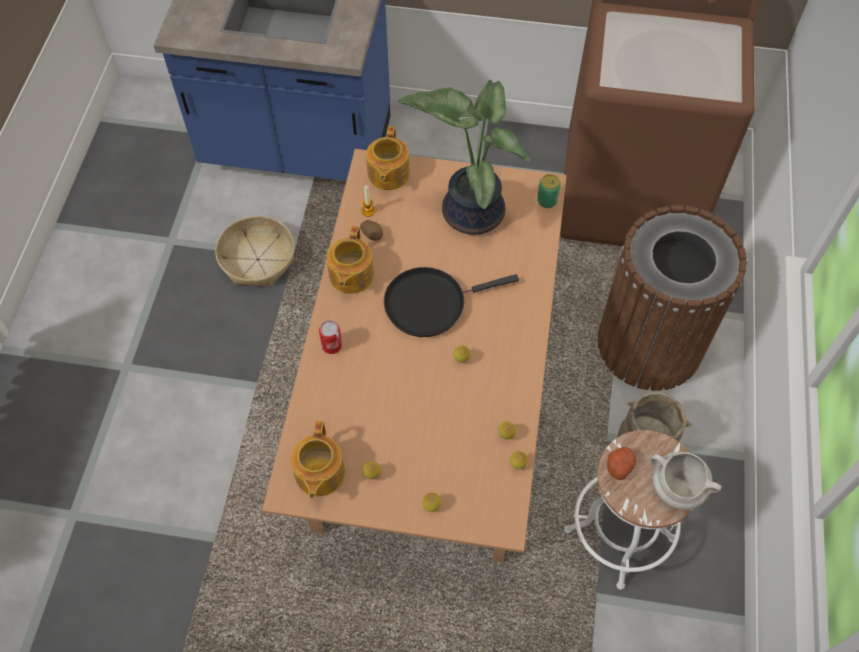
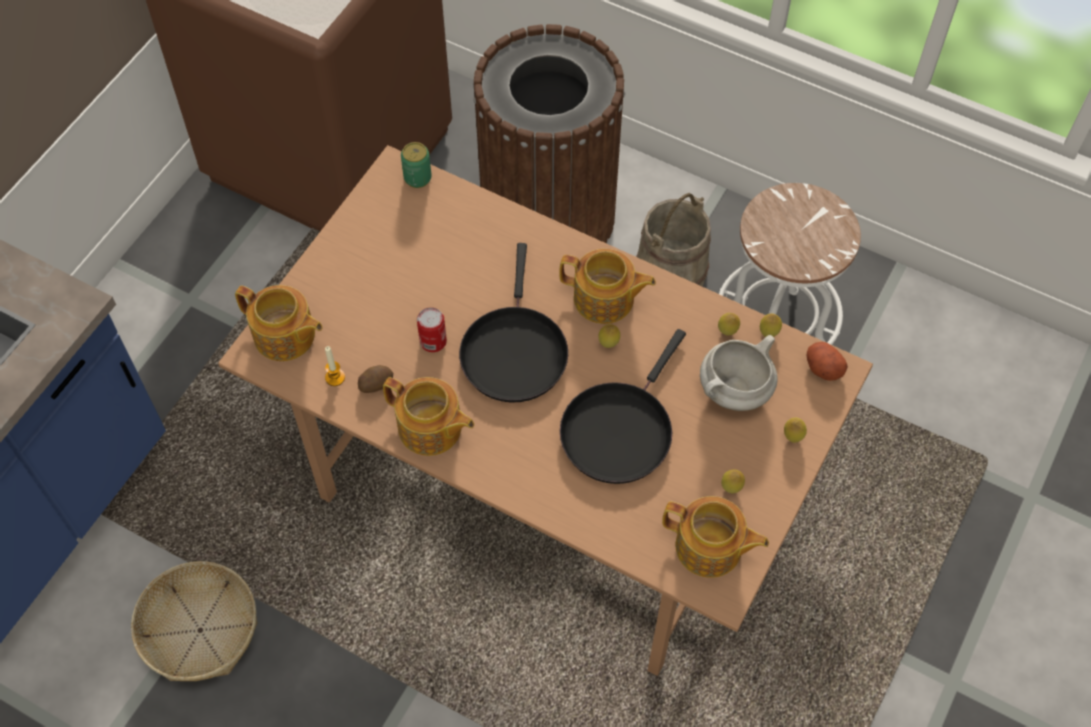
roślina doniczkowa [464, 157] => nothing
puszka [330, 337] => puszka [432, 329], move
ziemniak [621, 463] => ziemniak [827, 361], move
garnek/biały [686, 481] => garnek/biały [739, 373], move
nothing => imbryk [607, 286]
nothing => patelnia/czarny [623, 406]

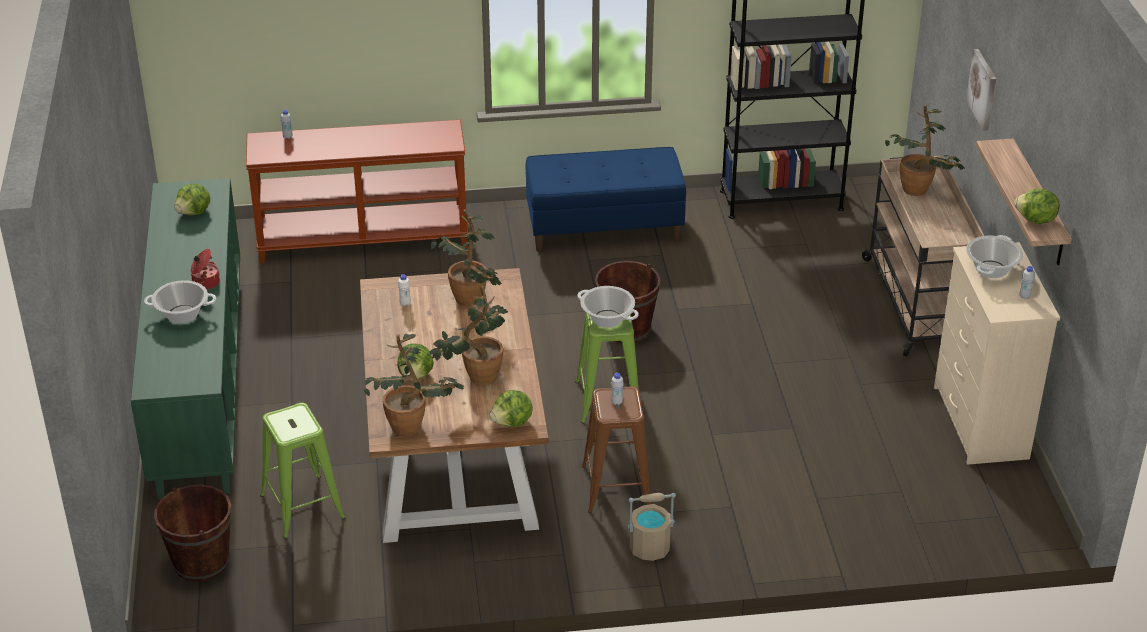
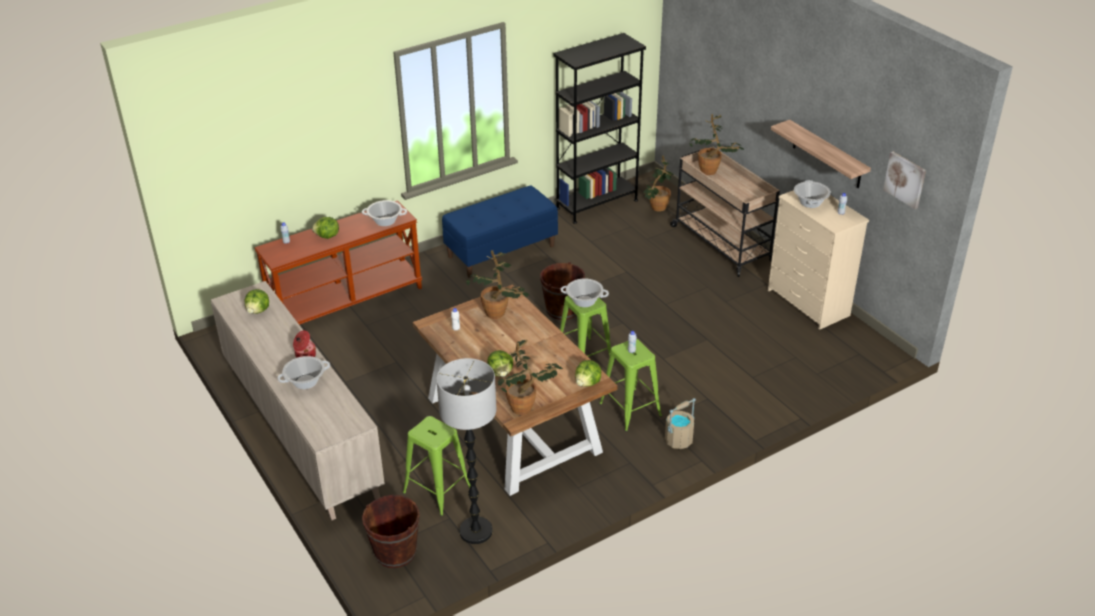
obraz [981, 90] => obraz [904, 180], move
szafka/zielony [185, 338] => szafka/beżowy [298, 400]
sałata [1037, 206] => sałata [325, 228], move
roślina doniczkowa [468, 335] => roślina doniczkowa [658, 183], move
stołek/brązowy [616, 449] => stołek/zielony [630, 385]
nothing => garnek [384, 213]
nothing => lampa stojąca [466, 451]

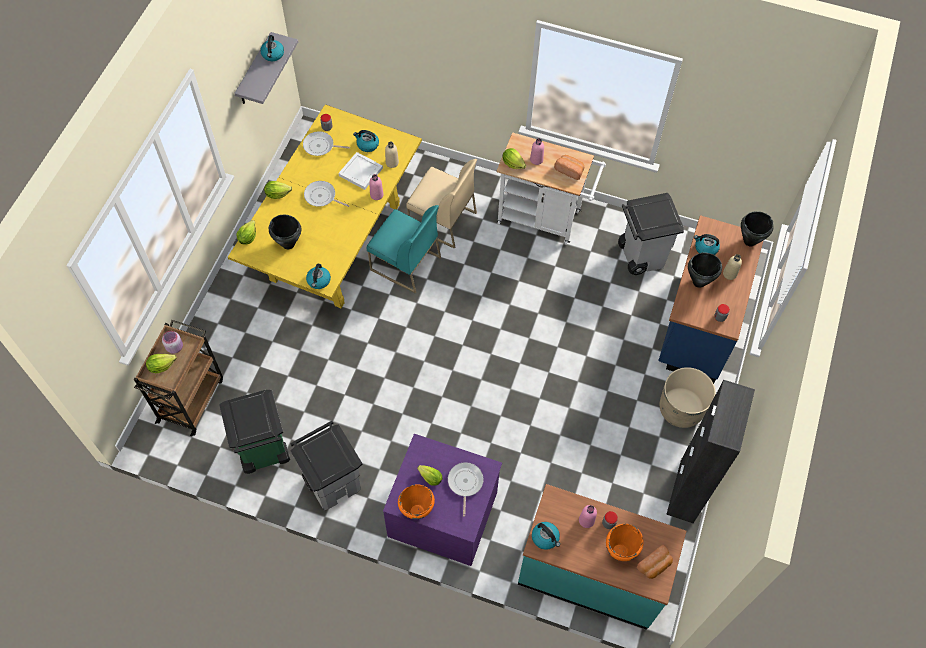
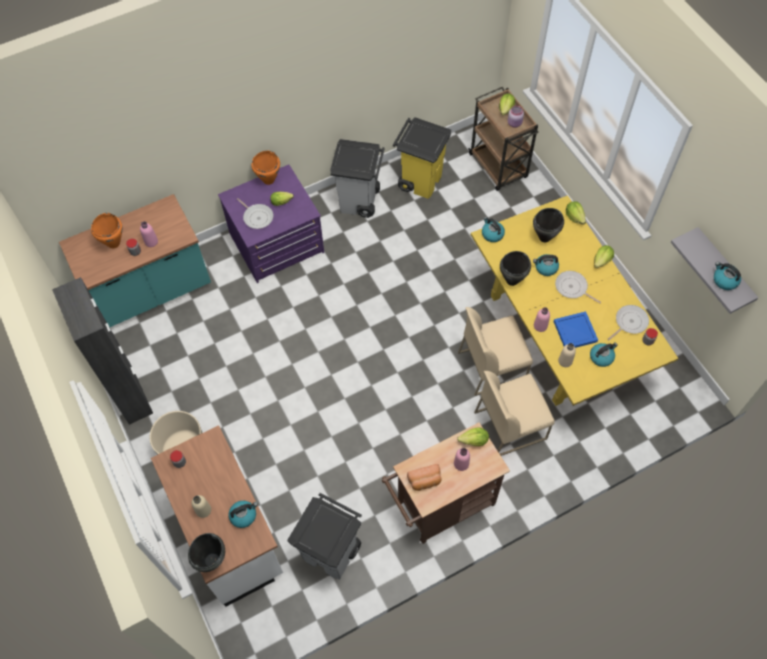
wózek/biały [551, 189] => wózek/brązowy [446, 483]
taca/biały [360, 171] => taca/niebieski [576, 329]
patelnia [327, 194] => patelnia [578, 287], 120 degrees counterclockwise
krzesło/turkusowy [404, 249] => krzesło/beżowy [495, 351]
zabudowa kuchenna/niebieski [711, 299] => zabudowa kuchenna/biały [217, 516]
garnek/czarny [705, 270] => garnek/czarny [515, 268], move
kosz na śmieci/zielony [254, 432] => kosz na śmieci/żółty [422, 158]
czajnik [546, 536] => czajnik [546, 265], move
chleb [655, 562] => nothing

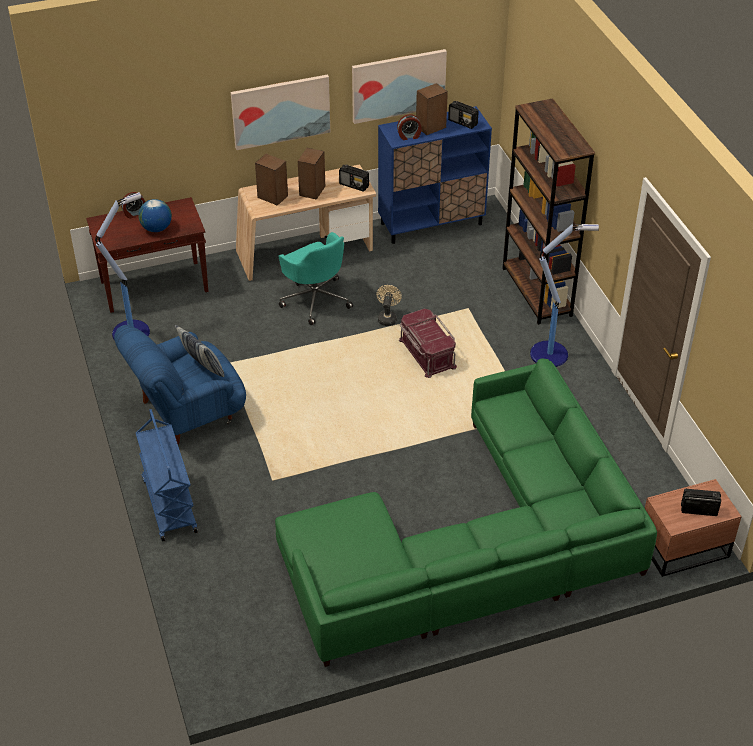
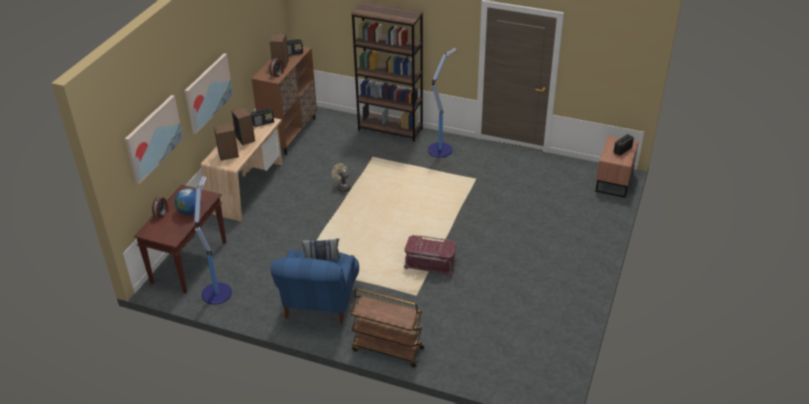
obraz [399, 86] => obraz [154, 139], move
szafka/niebieski [435, 175] => szafka/brązowy [284, 100]
krzesło biurowe/turkusowy [315, 278] => nothing
pojemnik do przechowywania/czerwony [428, 343] => pojemnik do przechowywania/czerwony [430, 256], move
kanapa/zielony [466, 513] => nothing
wózek/niebieski [167, 475] => wózek/brązowy [387, 327]

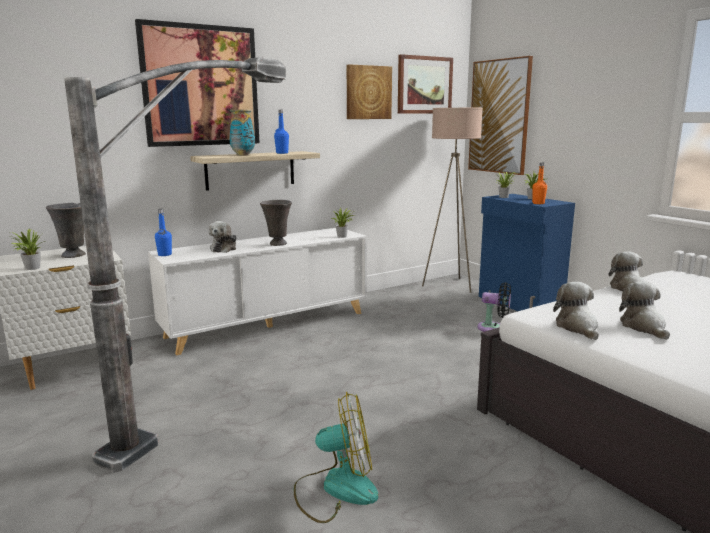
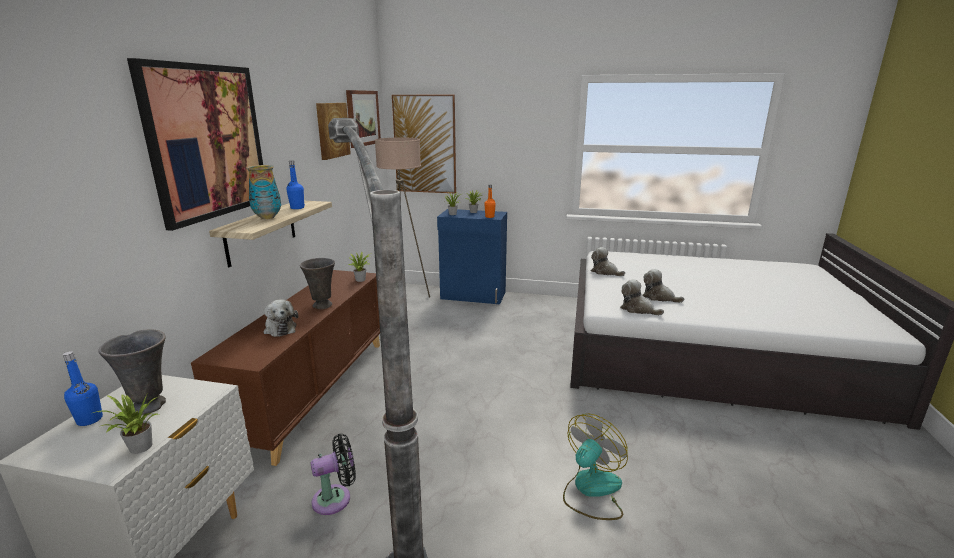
butelka/niebieski [163, 232] => butelka/niebieski [83, 388], move
szafka/biały [257, 292] => szafka/brązowy [285, 368]
wentylator/czarny [494, 307] => wentylator/czarny [333, 474], move

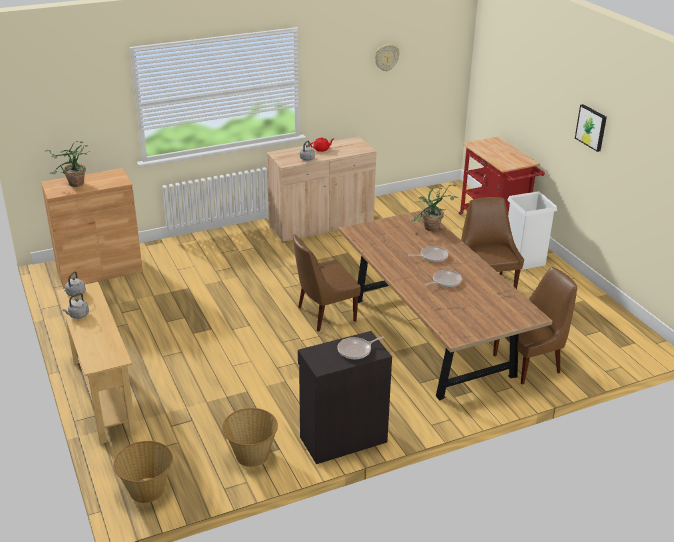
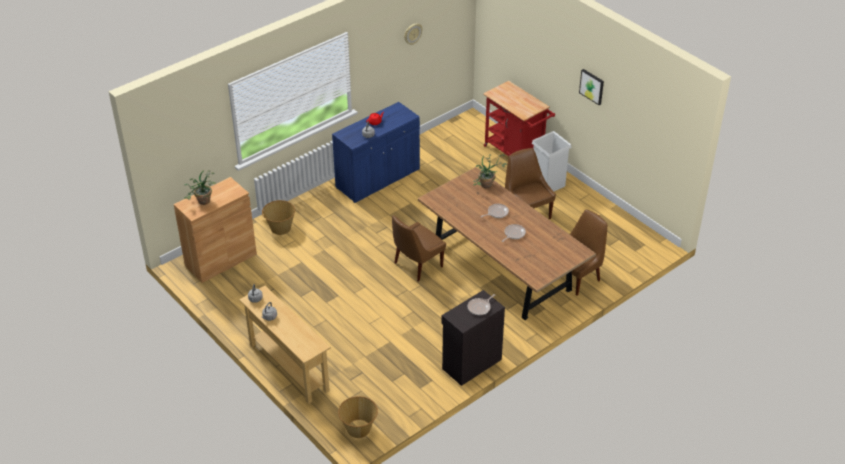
szafka/beżowy [321, 190] => szafka/niebieski [376, 152]
koszyk [250, 437] => koszyk [278, 217], move

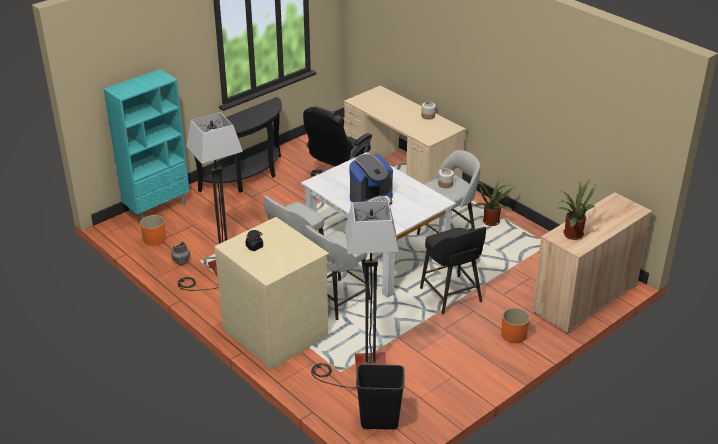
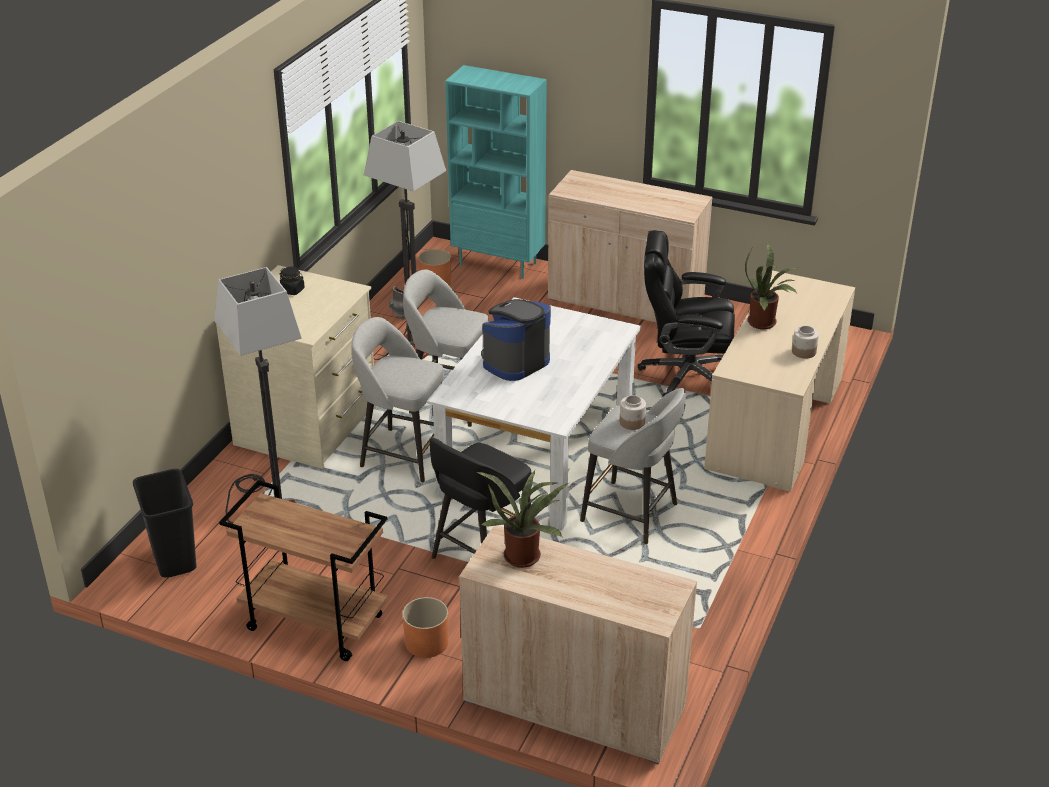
stolik konsolowy/czarny [238, 145] => szafka/beżowy [630, 246]
ekspres do kawy [371, 179] => ekspres do kawy [516, 340], 105 degrees clockwise
roślina doniczkowa [495, 204] => roślina doniczkowa [772, 286], move
nothing => wózek/brązowy [303, 570]

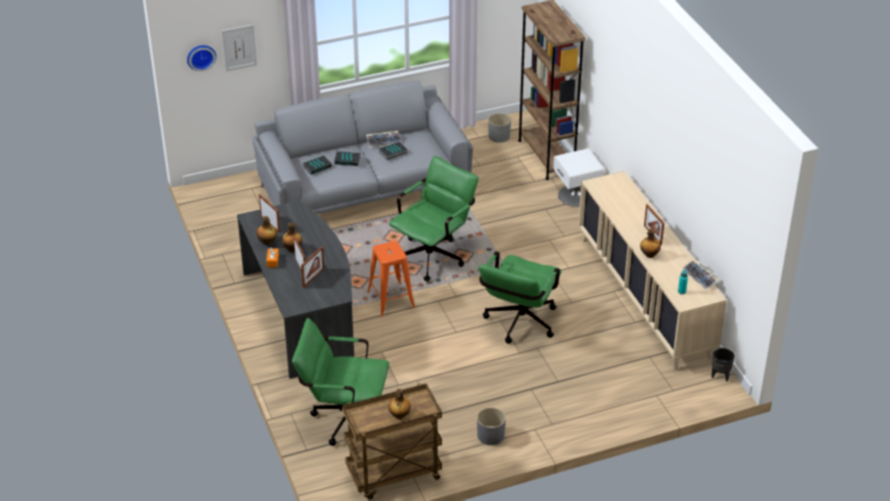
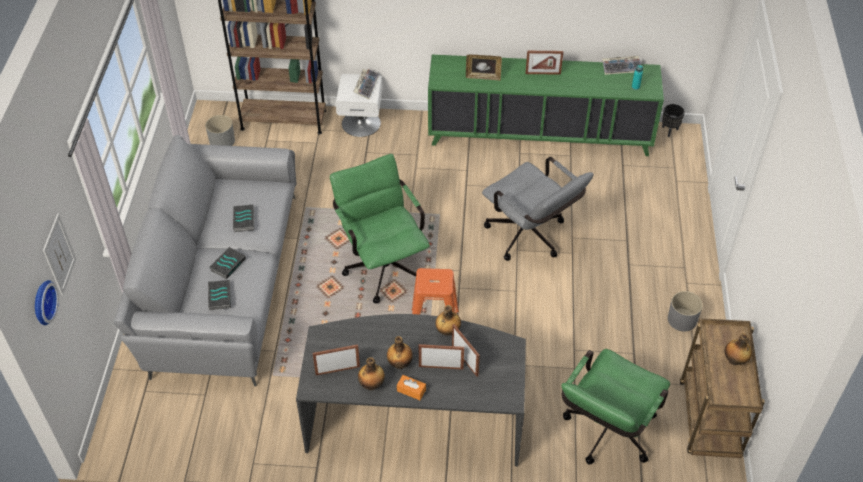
klawiatura [383, 139] => klawiatura [366, 84], move
szafka/beżowy [652, 270] => szafka/zielony [546, 105]
butelka [650, 243] => butelka [448, 320], move
krzesło biurowe/zielony [519, 297] => krzesło biurowe/szary [538, 209]
nothing => ramka na zdjęcie [484, 68]

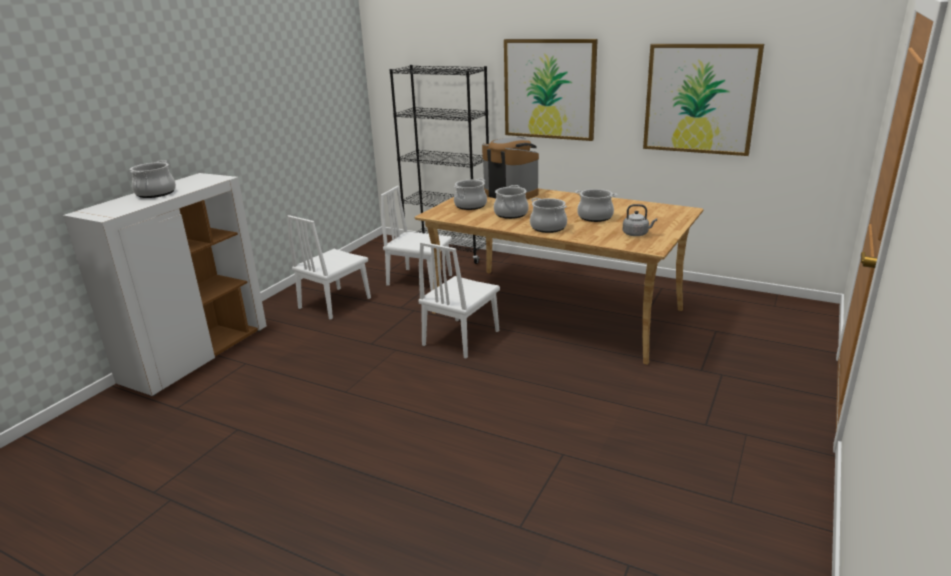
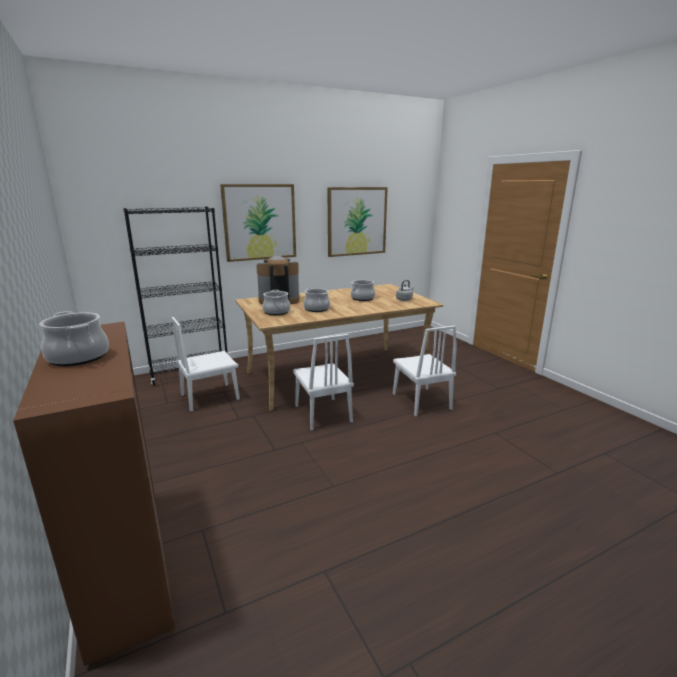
szafka/biały [165, 284] => szafka/brązowy [94, 494]
garnek [548, 215] => nothing
krzesło/biały [329, 267] => krzesło/biały [425, 371], move

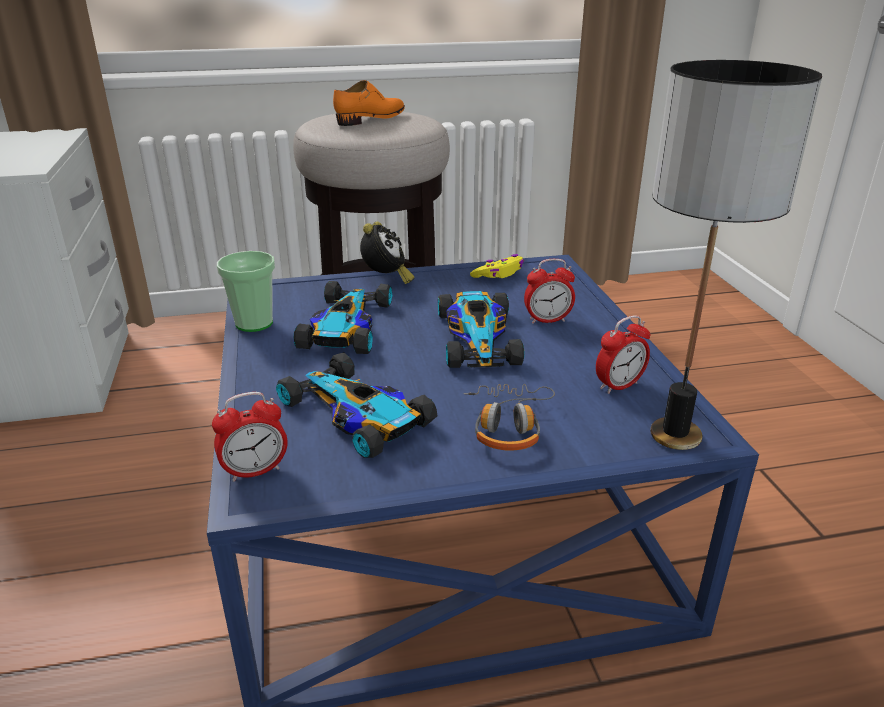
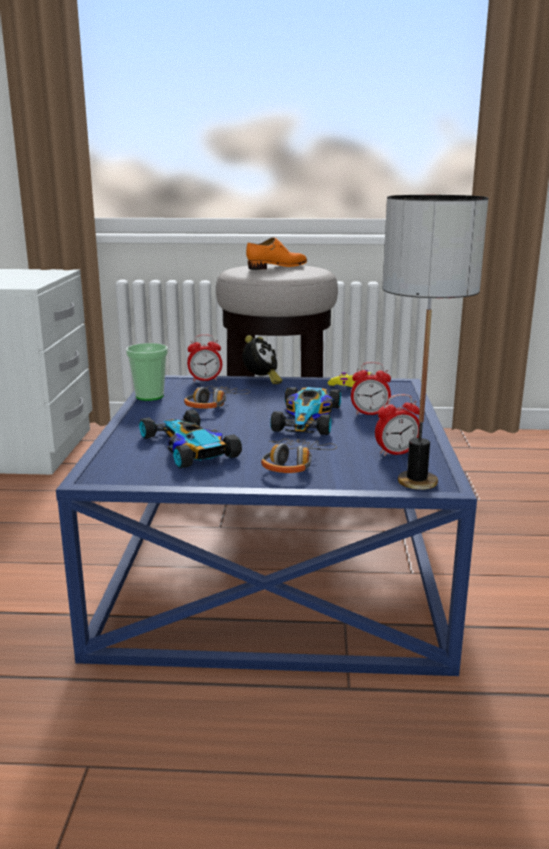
samochodzik [342, 317] => słuchawki [217, 397]
budzik [250, 437] => budzik [204, 358], move

